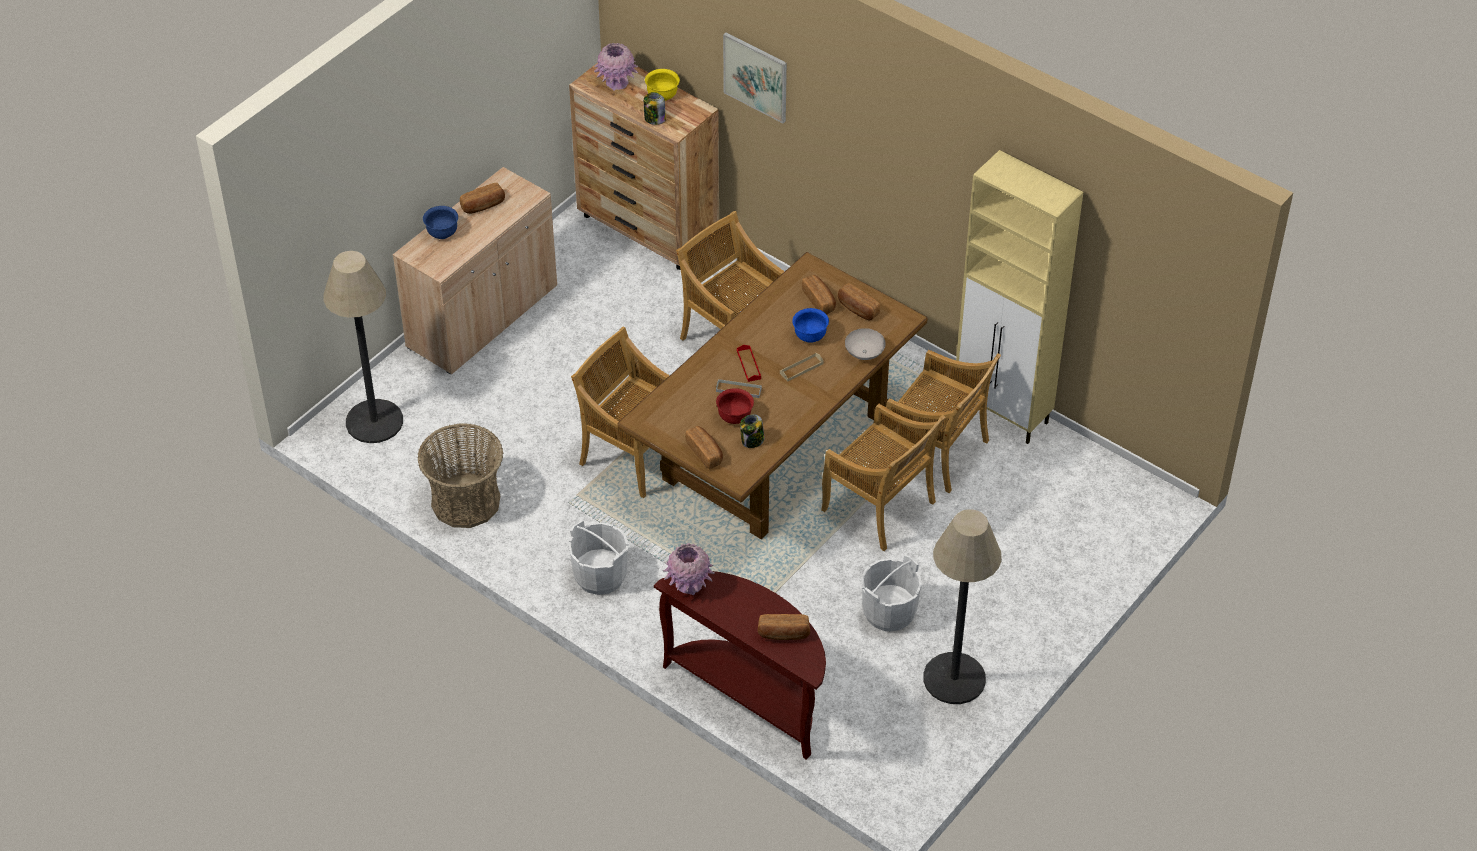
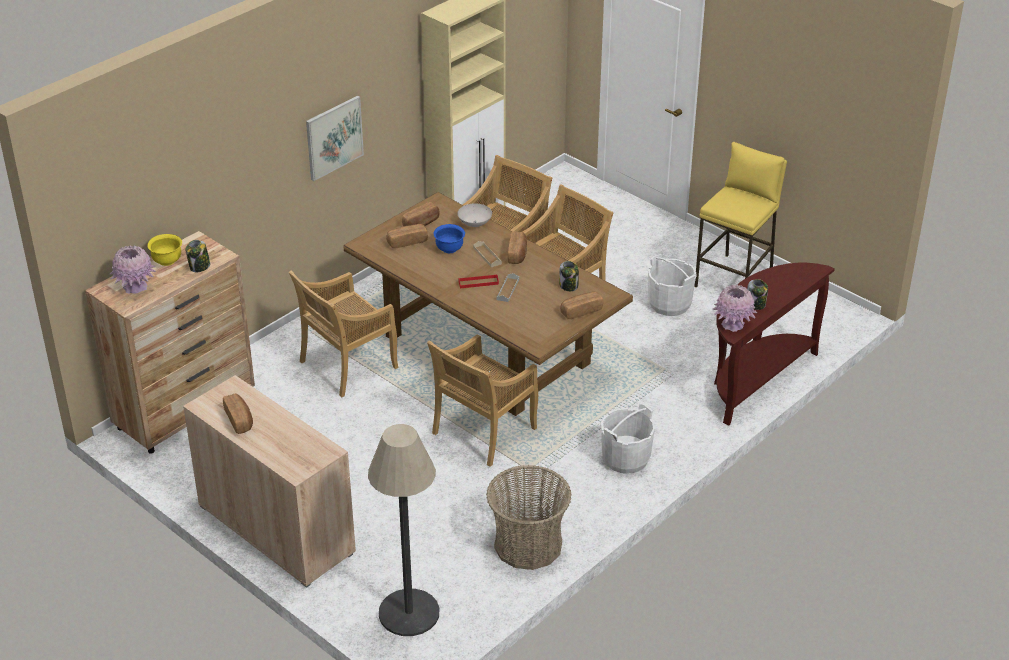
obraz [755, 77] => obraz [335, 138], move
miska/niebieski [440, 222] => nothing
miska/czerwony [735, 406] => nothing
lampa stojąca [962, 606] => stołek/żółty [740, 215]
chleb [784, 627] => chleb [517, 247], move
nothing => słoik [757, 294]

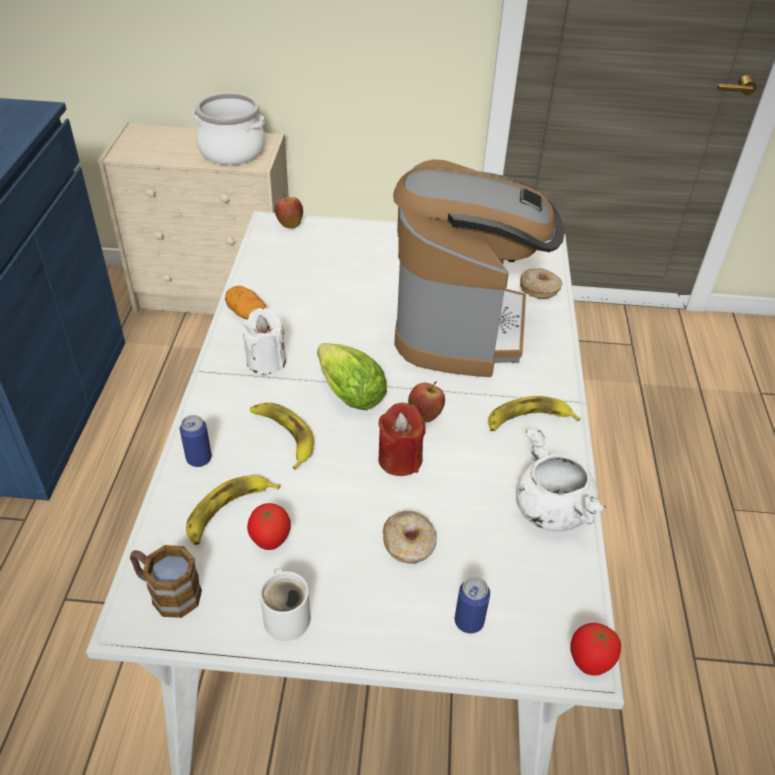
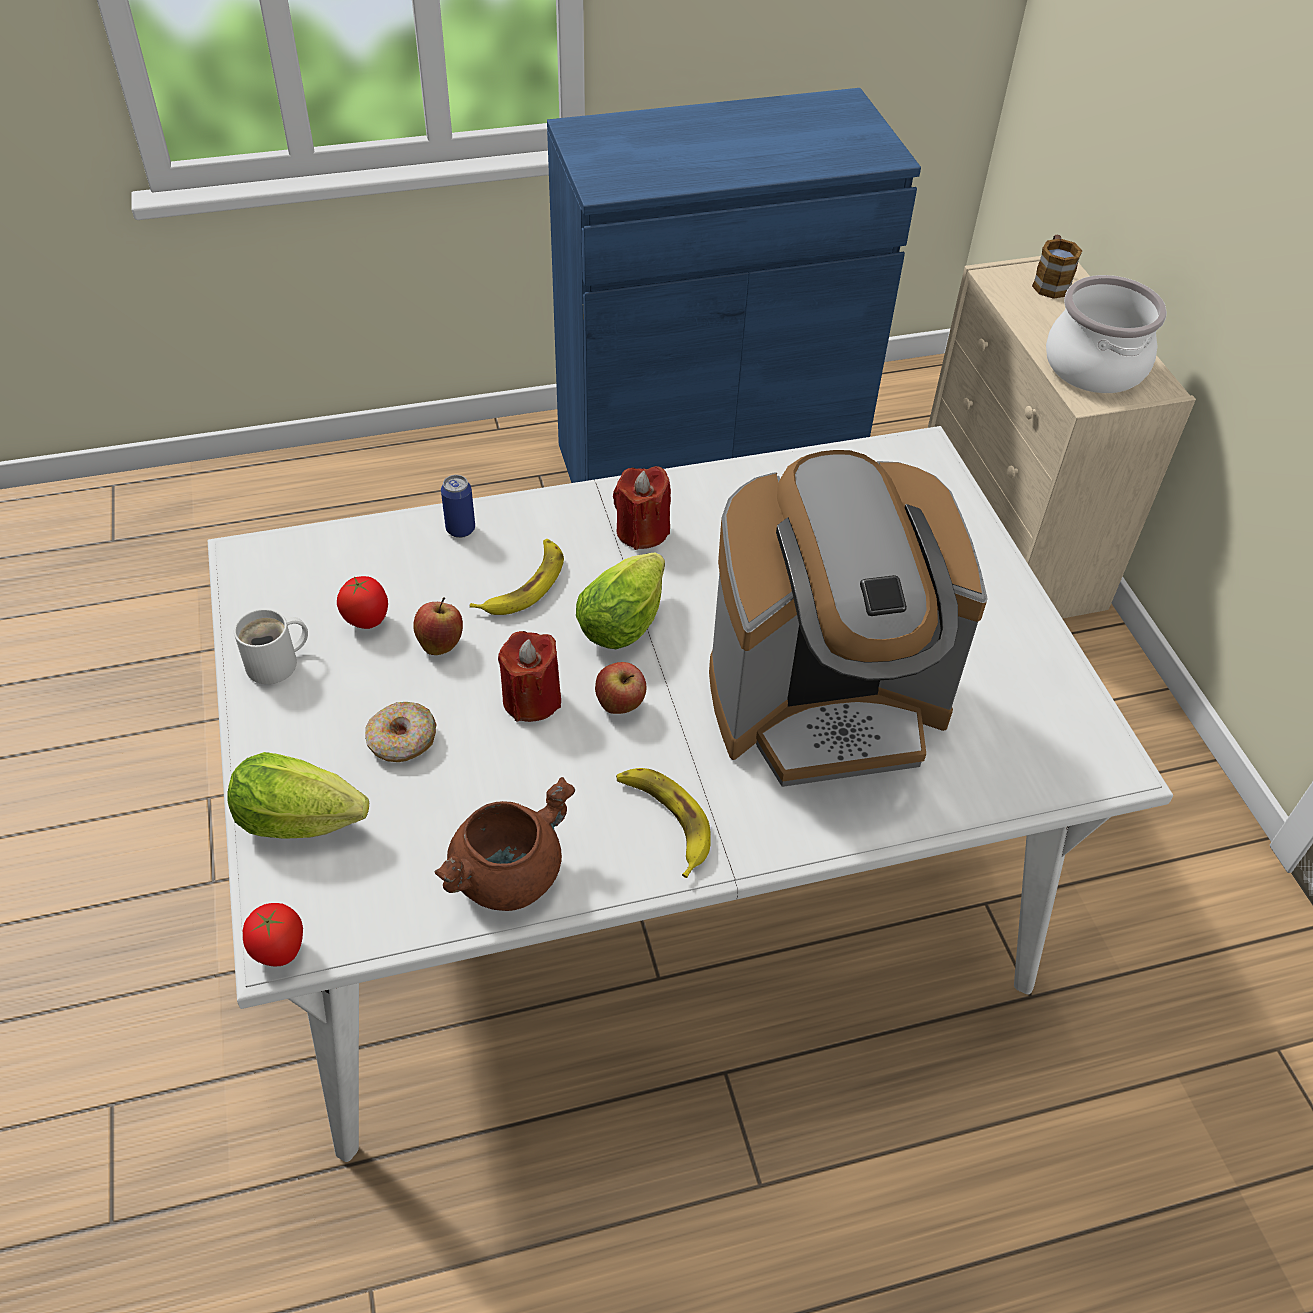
jabłko [289, 210] => jabłko [438, 626], move
donut [541, 283] => nothing
ziemniak [245, 303] => nothing
świeca/biały [263, 341] => świeca/czerwony [642, 508]
garnek/biały [561, 479] => garnek/brązowy [505, 844]
banan [233, 510] => nothing
kubek [166, 581] => kubek [1057, 267], move
puszka [472, 605] => sałata [298, 795]

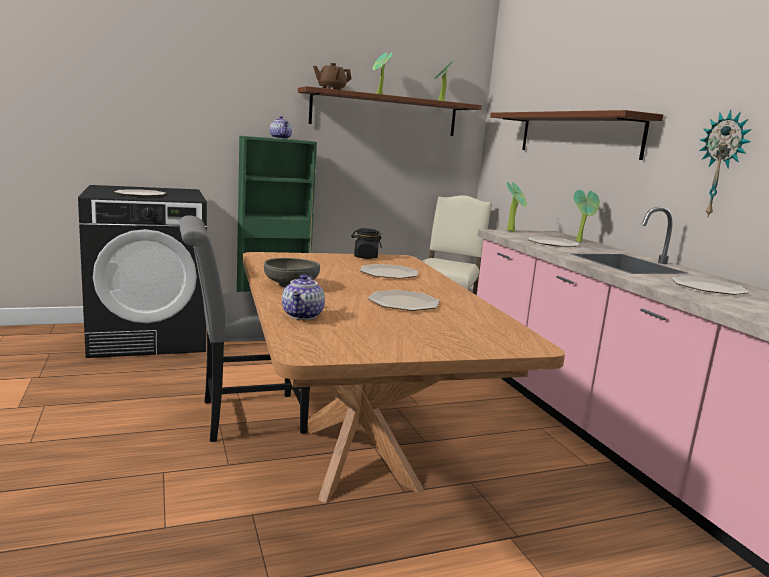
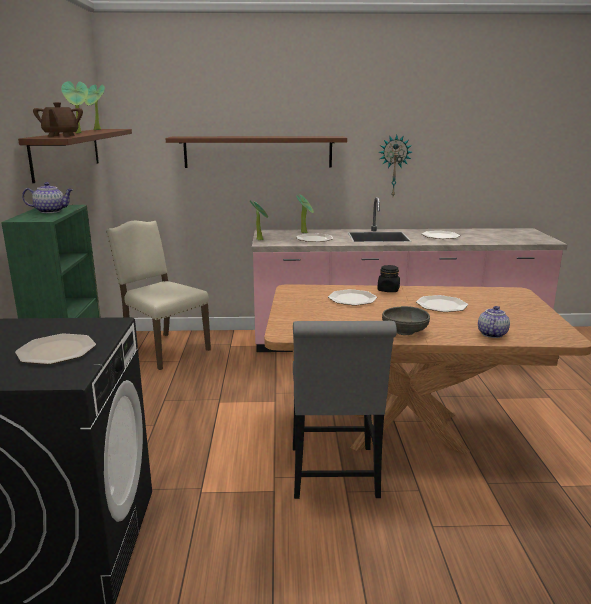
słoik/czarny [367, 243] => słoik/czarny [388, 278], move
imbryk [303, 297] => imbryk [494, 322], 90 degrees counterclockwise

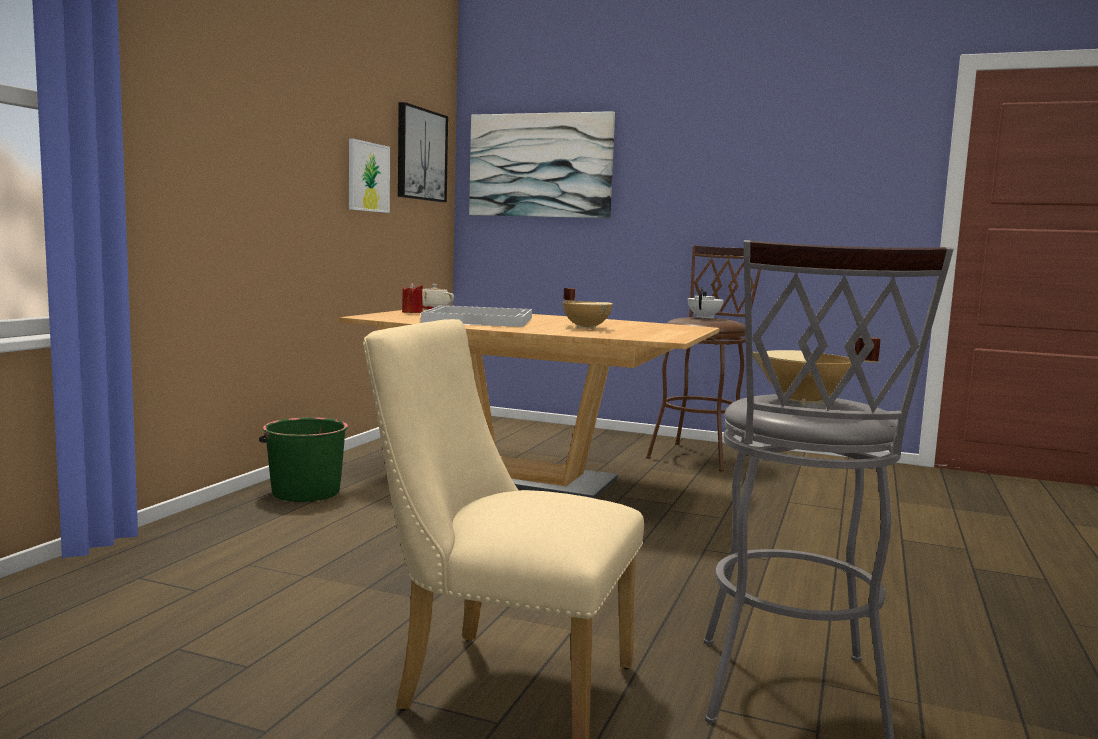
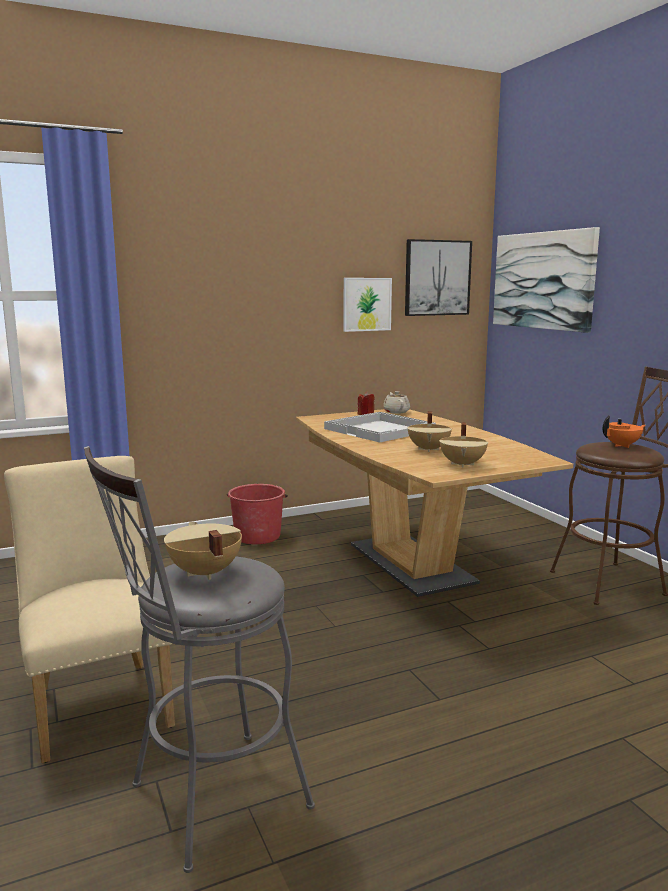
imbryk/biały [706, 303] => imbryk/pomarańczowy [624, 431]
wiadro/zielony [303, 459] => wiadro/czerwony [257, 514]
nothing => garnek/beżowy [463, 445]

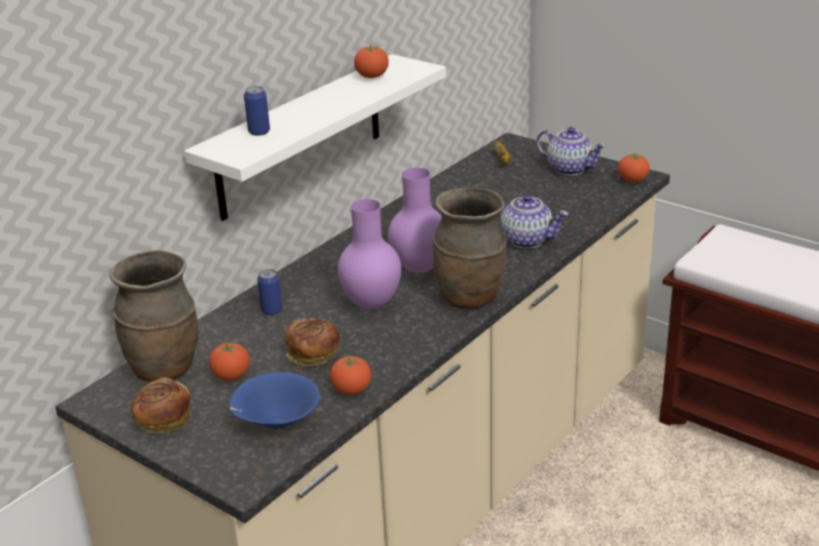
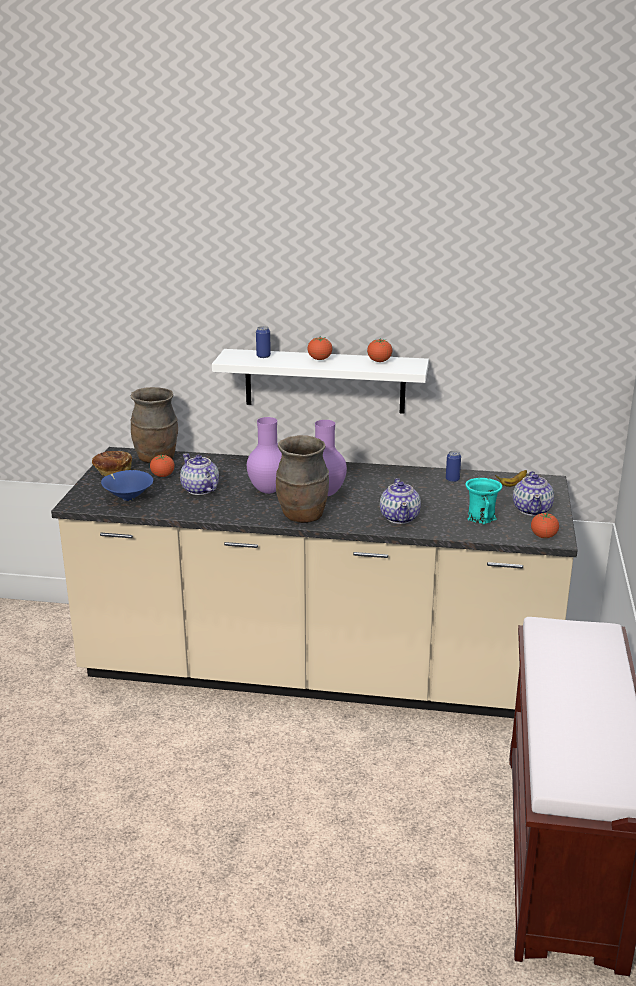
puszka [269, 292] => puszka [453, 466], move
chleb [312, 342] => imbryk [199, 474]
pomidor [350, 375] => pomidor [319, 348], move
nothing => kubek/turkusowy [484, 501]

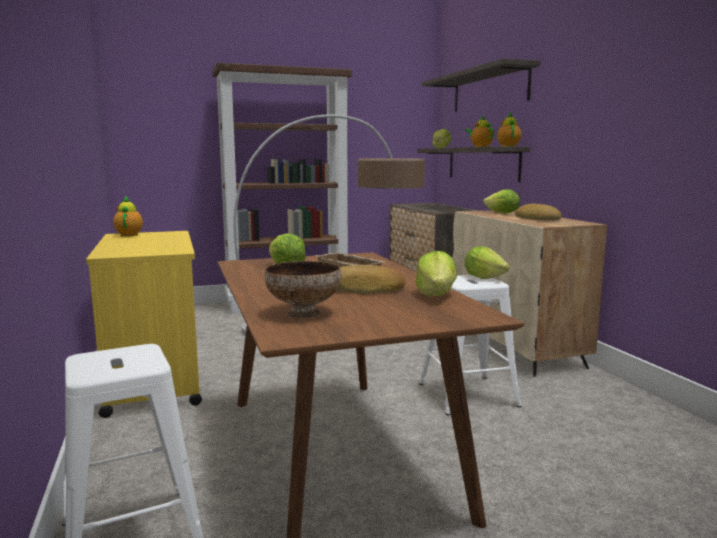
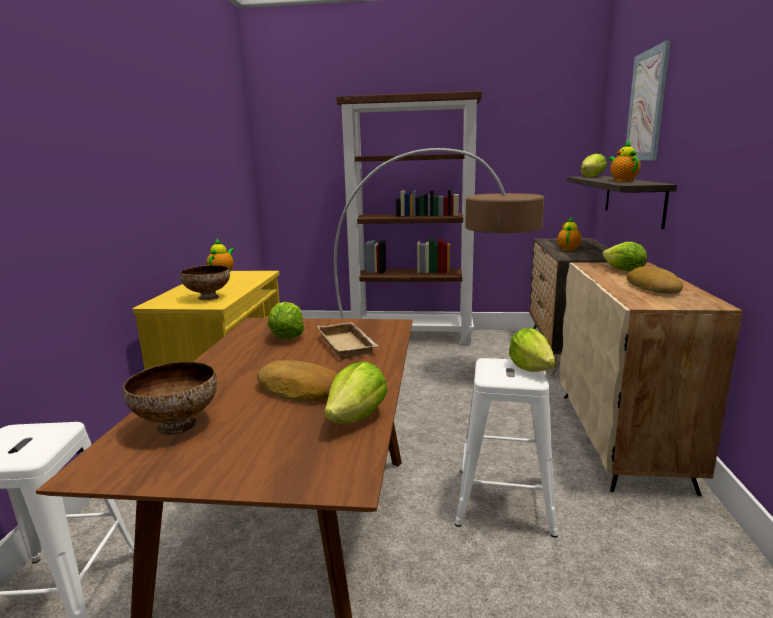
półka [481, 85] => obraz [648, 100]
imbryk [509, 129] => imbryk [569, 234], move
nothing => miska [205, 282]

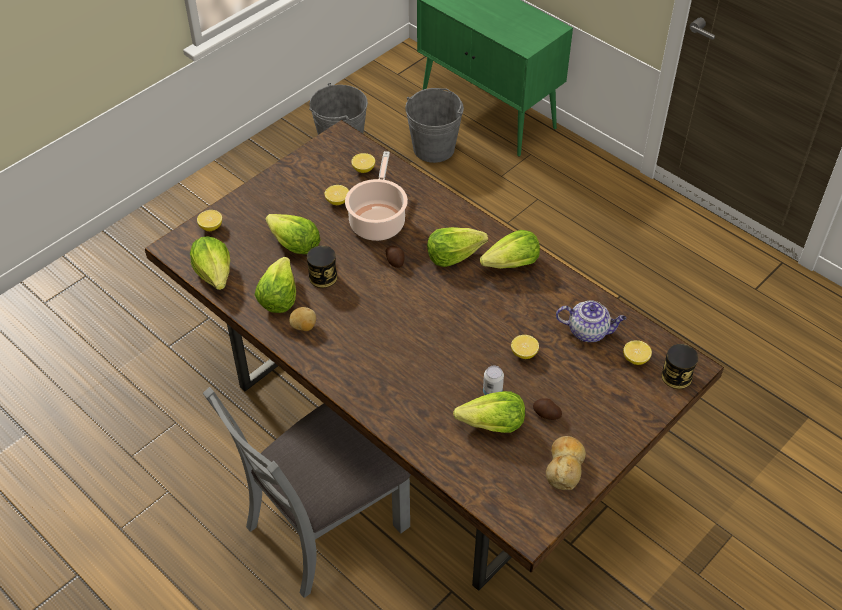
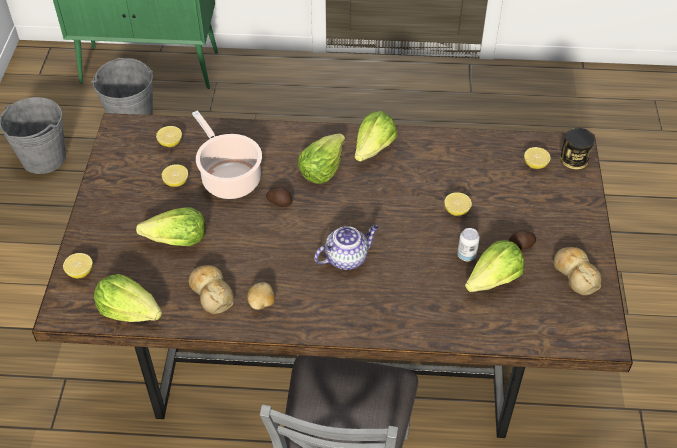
puszka [322, 267] => nothing
sałata [275, 285] => chleb [211, 289]
imbryk [591, 321] => imbryk [346, 247], move

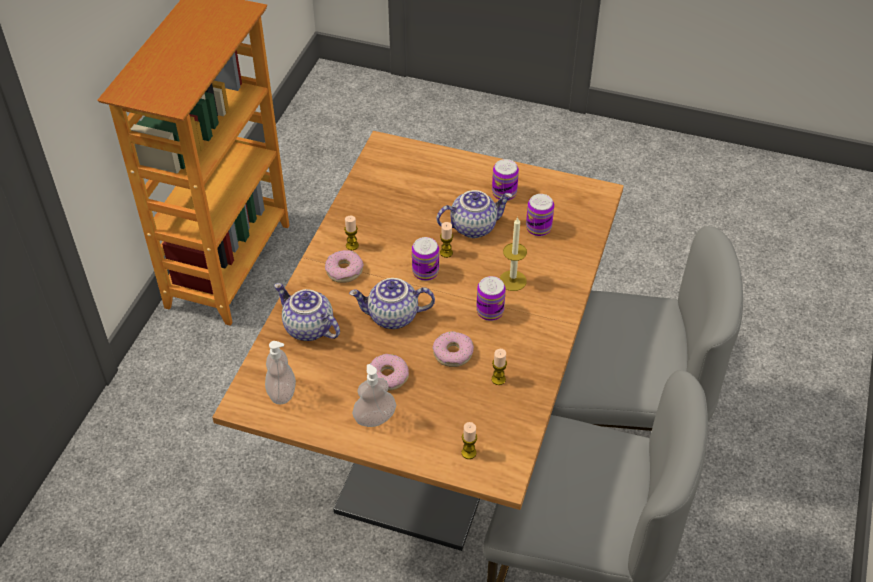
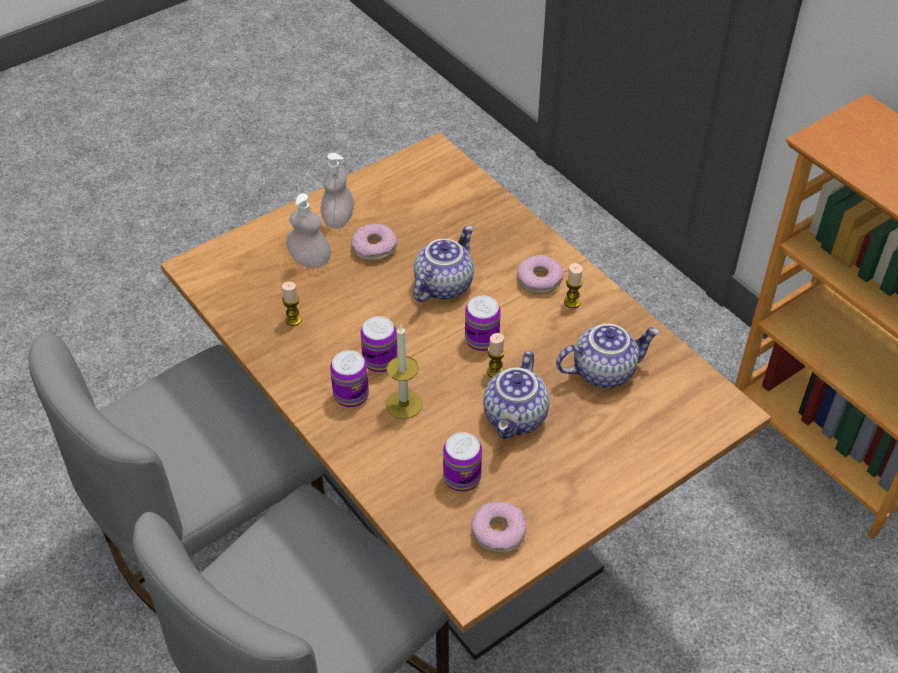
puszka [505, 180] => puszka [349, 379], move
imbryk [307, 312] => imbryk [608, 356], move
donut [453, 349] => donut [499, 527], move
dozownik mydła [280, 372] => dozownik mydła [308, 230], move
świeca [469, 440] => nothing

